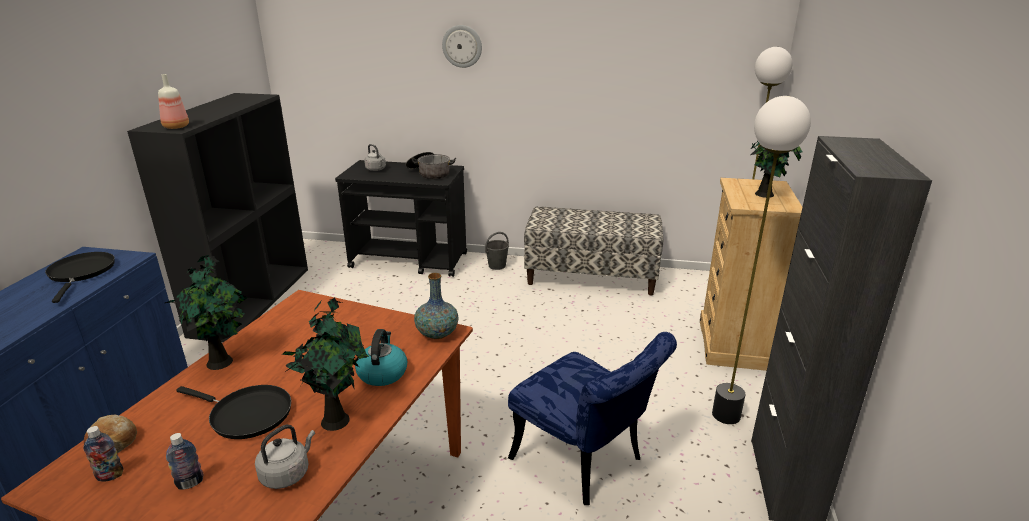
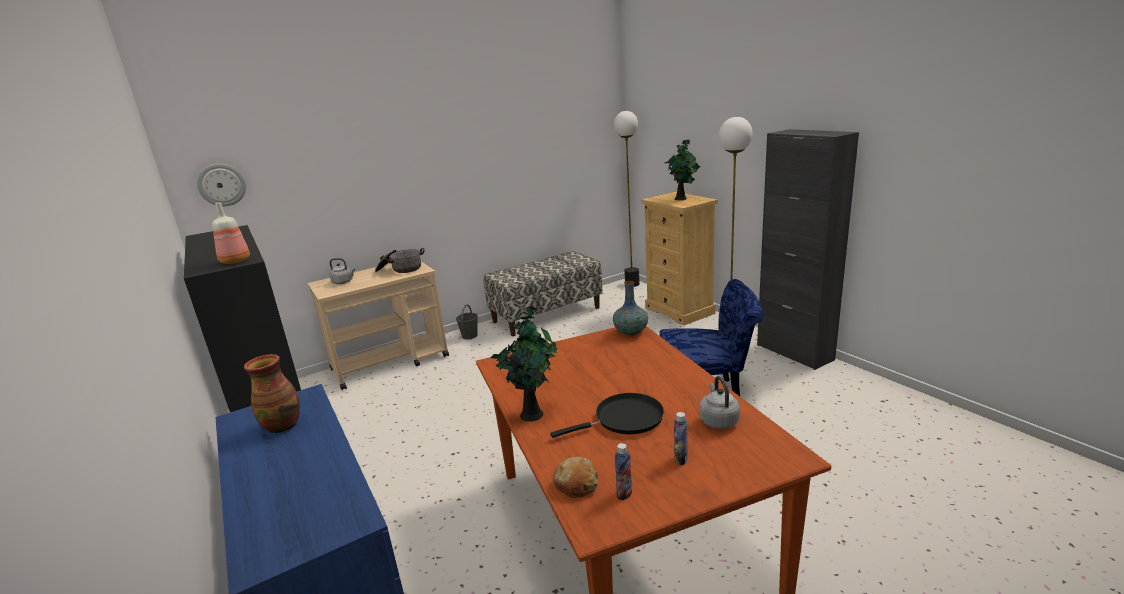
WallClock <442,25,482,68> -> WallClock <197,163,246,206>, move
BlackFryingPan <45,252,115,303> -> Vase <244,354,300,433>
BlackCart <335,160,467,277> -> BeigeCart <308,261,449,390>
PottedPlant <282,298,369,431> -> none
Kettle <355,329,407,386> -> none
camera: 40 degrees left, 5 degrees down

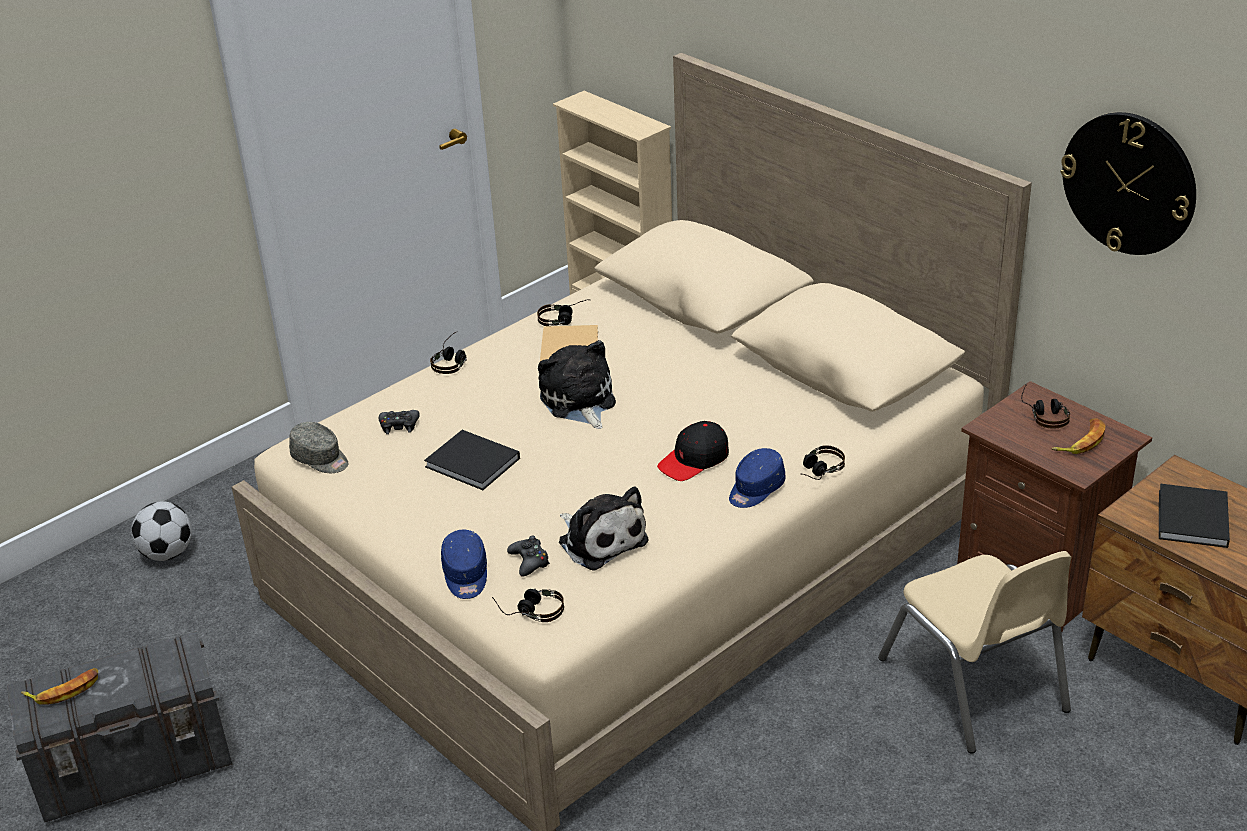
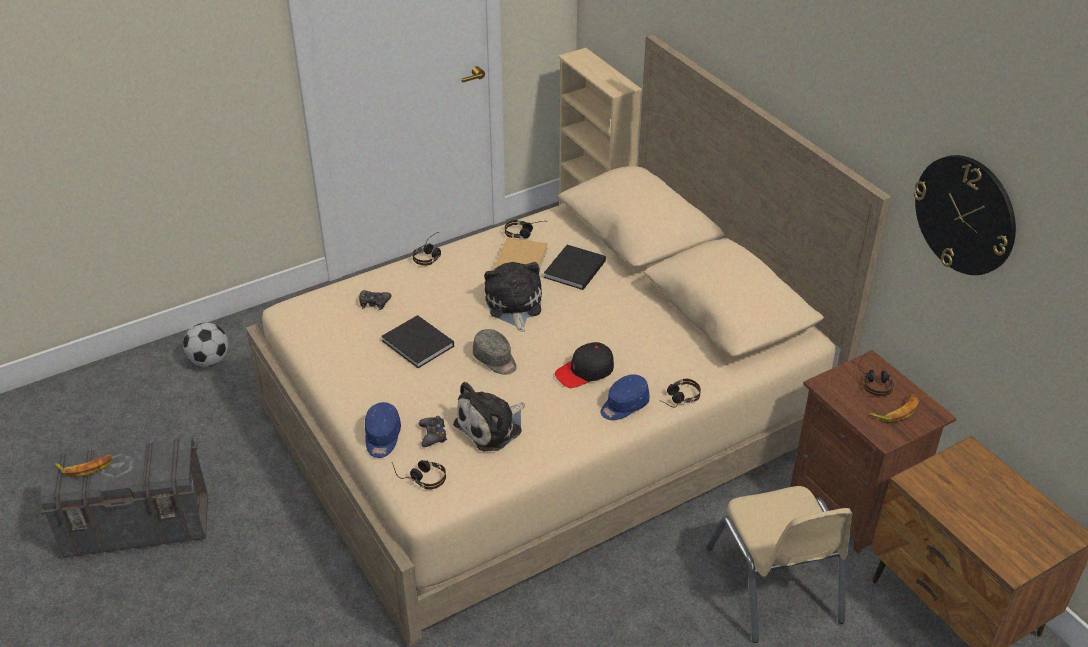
PlushToy <559,487,649,571> -> PlushToy <453,382,525,451>, 75 degrees clockwise
GreyCap <289,422,348,473> -> GreyCap <473,329,517,375>, move
BlackBook <1159,484,1230,548> -> BlackBook <544,245,606,290>, move
camera: 10 degrees right, 5 degrees up

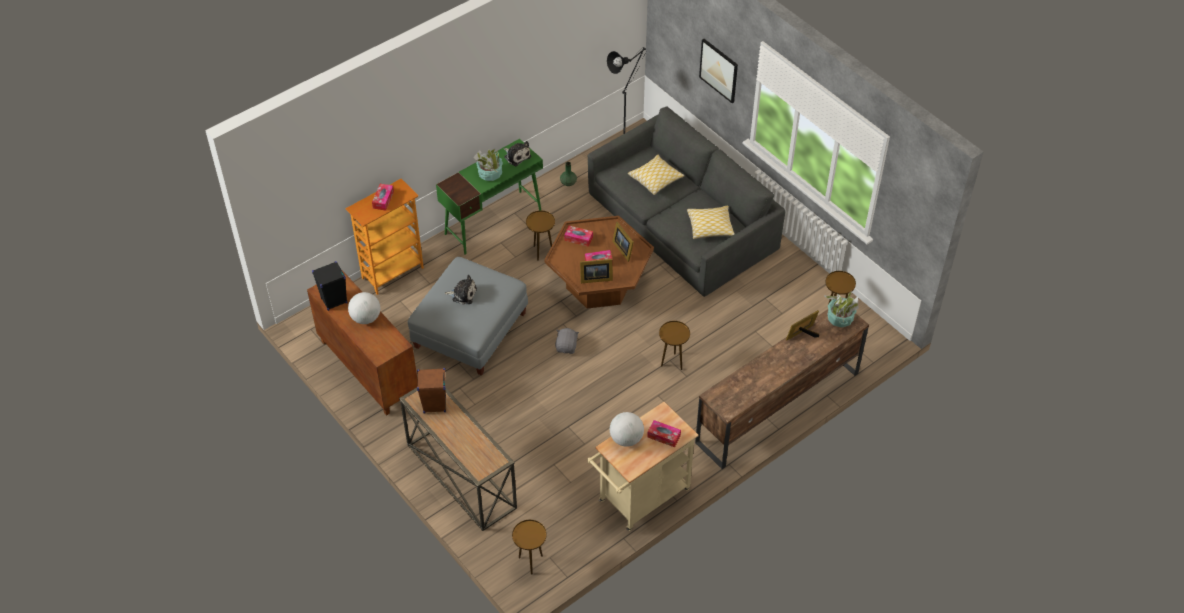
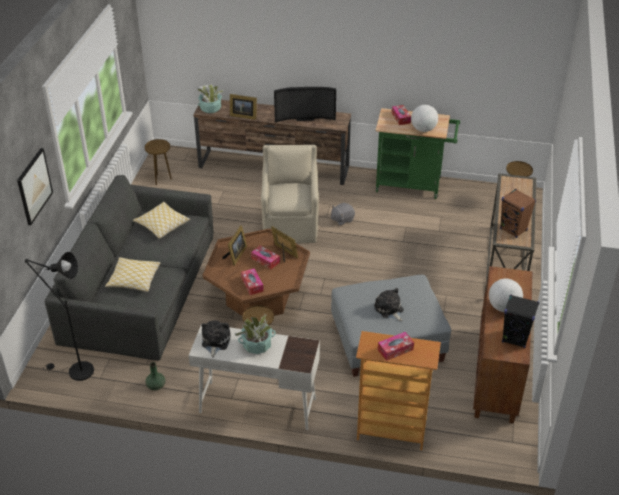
GreenDesk <436,139,543,254> -> WhiteDesk <189,326,320,430>
BrownSideTable <659,321,690,370> -> BeigeArmchair <261,145,319,243>
none -> Television <274,87,336,122>
GreyPlushToy <555,328,579,354> -> GreyPlushToy <331,203,355,226>, move
BeigeCart <587,402,699,531> -> GreenCart <376,108,460,199>
camera: 130 degrees left, 10 degrees down

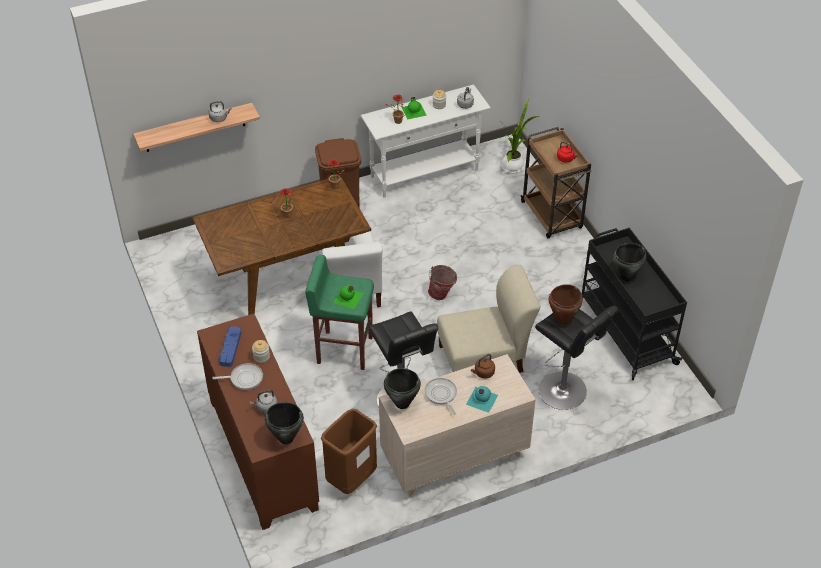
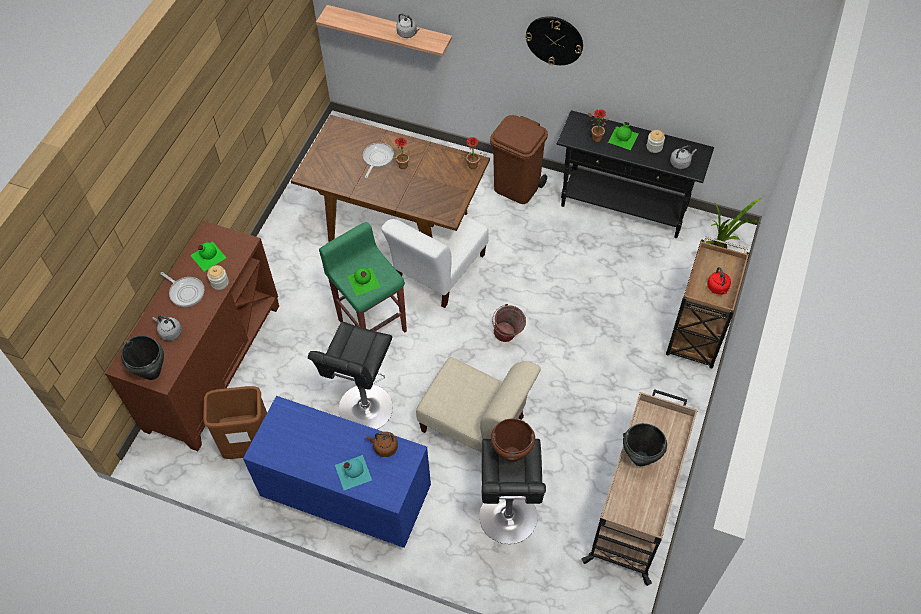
BlueTray <219,326,241,367> -> GreenBottle <190,242,226,271>
BeigeDresser <379,354,536,496> -> BlueDresser <243,396,431,548>
FryingPan <425,378,457,415> -> FryingPan <363,143,394,178>, move
none -> WallClock <526,16,583,65>
WhiteConsoleTable <361,84,491,198> -> BlackConsoleTable <557,110,714,238>
BlackCart <582,228,687,380> -> BeigeCart <581,389,698,586>
BlackCookingPot <384,368,421,409> -> none
camera: 45 degrees right, 10 degrees up

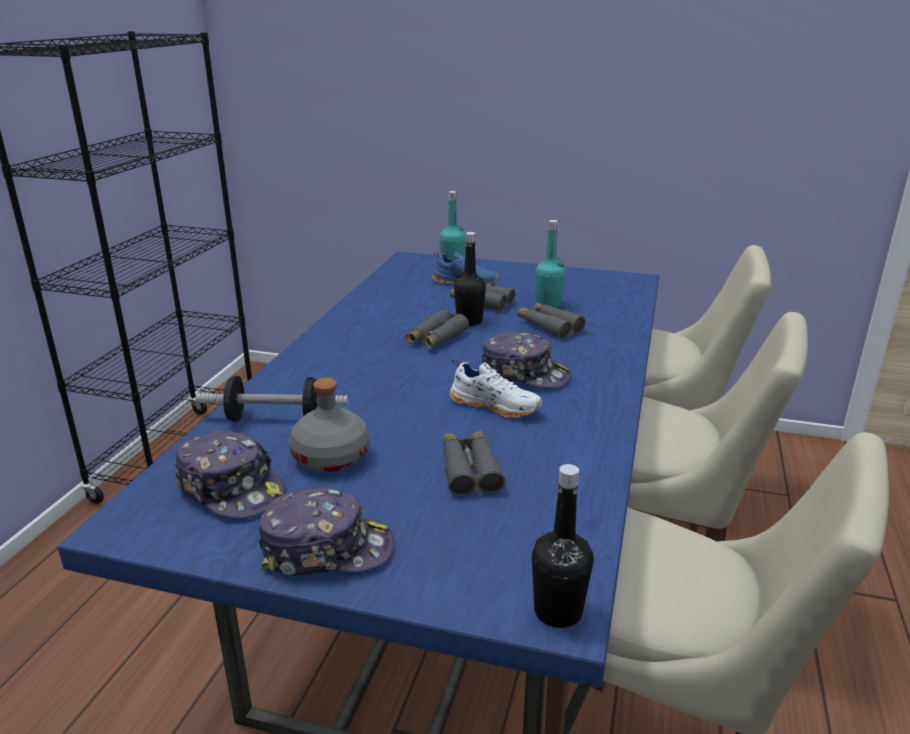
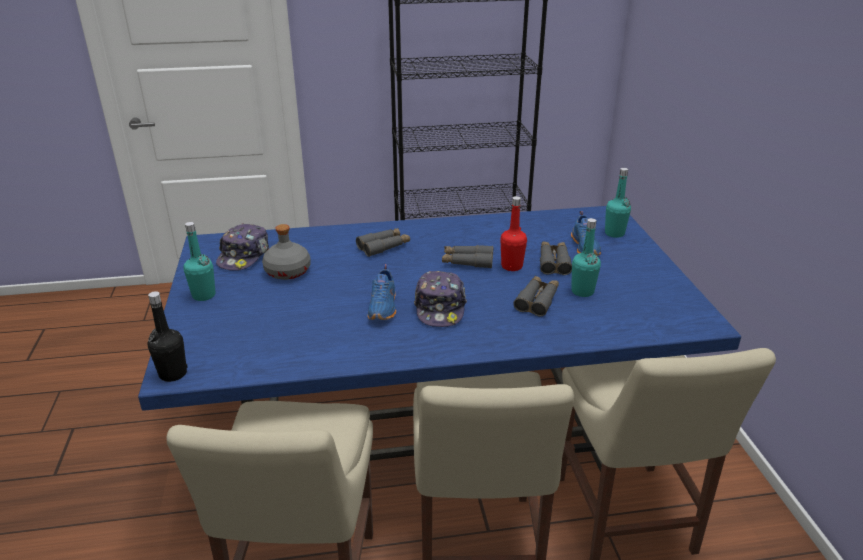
Cap <259,488,394,575> -> TurquoiseBottle <183,222,216,301>
GreyBinoculars <443,431,505,496> -> GreyBinoculars <356,228,410,257>, move
WhiteShoe <449,358,542,418> -> BlueShoe <368,264,396,320>
BlackBottle <454,232,486,326> -> RedBottle <500,196,527,271>
Dumbbell <196,376,348,422> -> none
camera: 65 degrees right, 5 degrees up

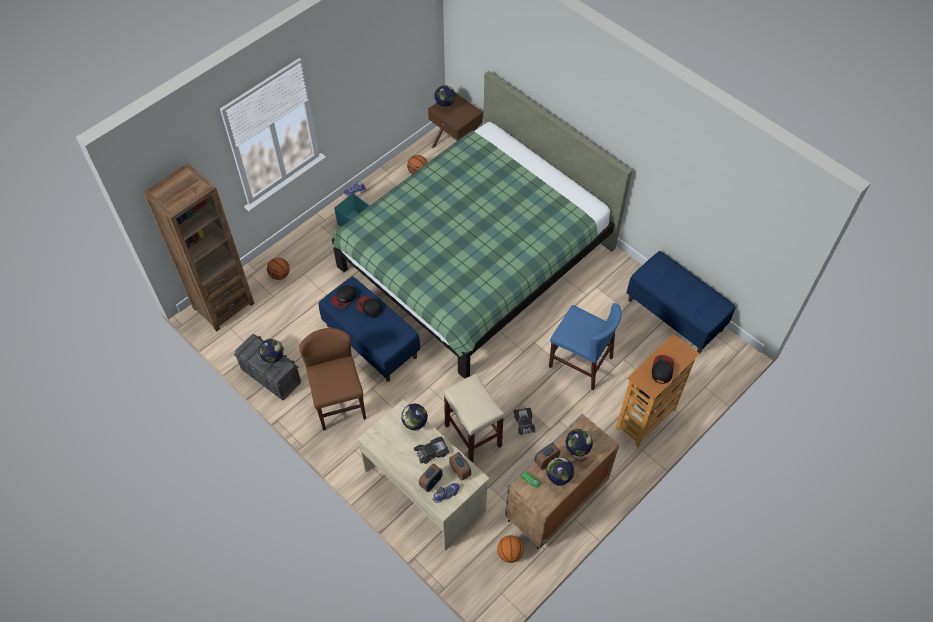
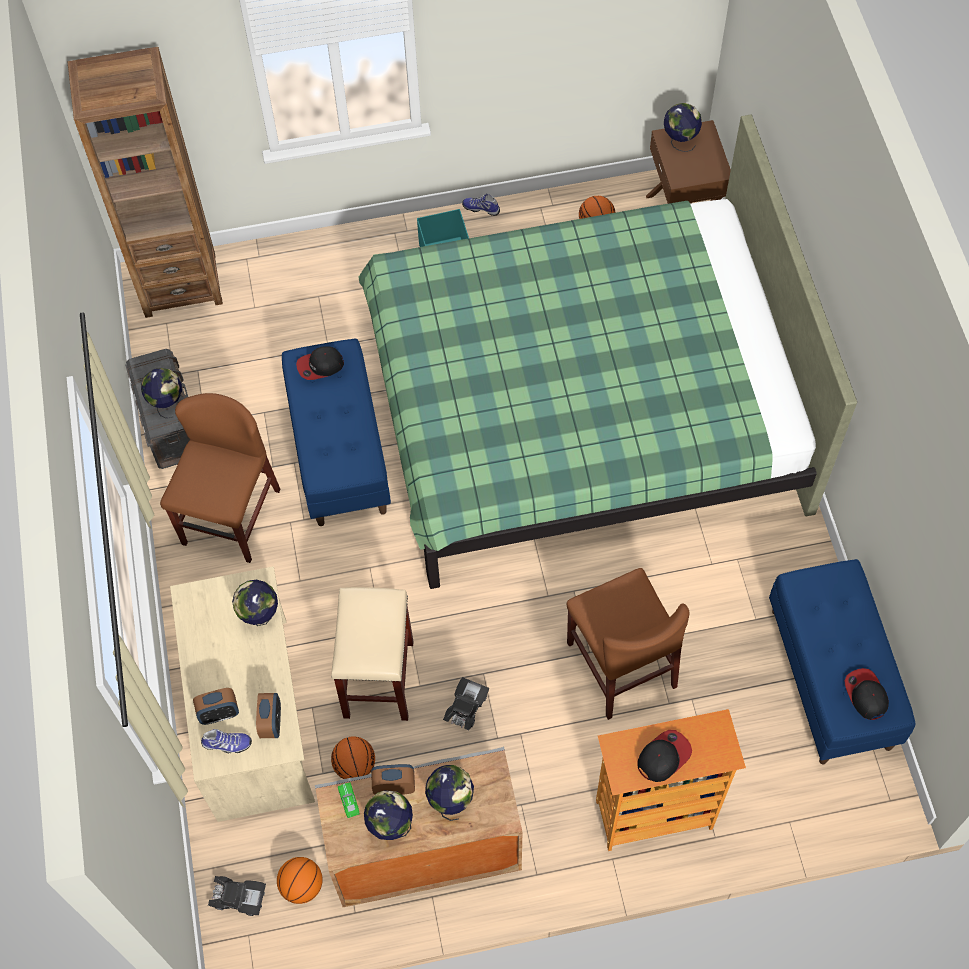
BlackToyCar <414,436,449,464> -> BlackToyCar <208,876,266,916>, move
Basketball <267,257,290,280> -> Basketball <331,737,375,779>, move
BlueChair <549,303,622,390> -> BrownChair <567,568,689,720>
Cap <356,296,383,318> -> Cap <845,668,889,720>, move
camera: 35 degrees right, 5 degrees up

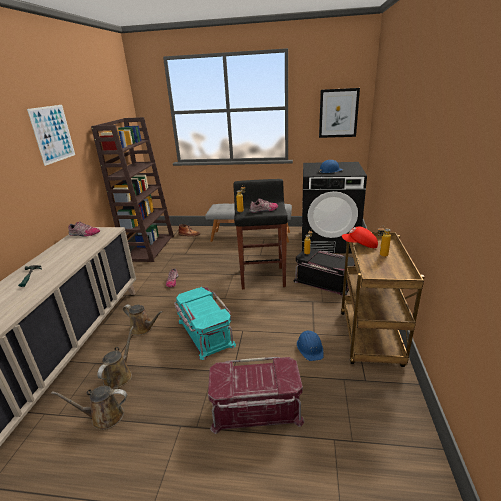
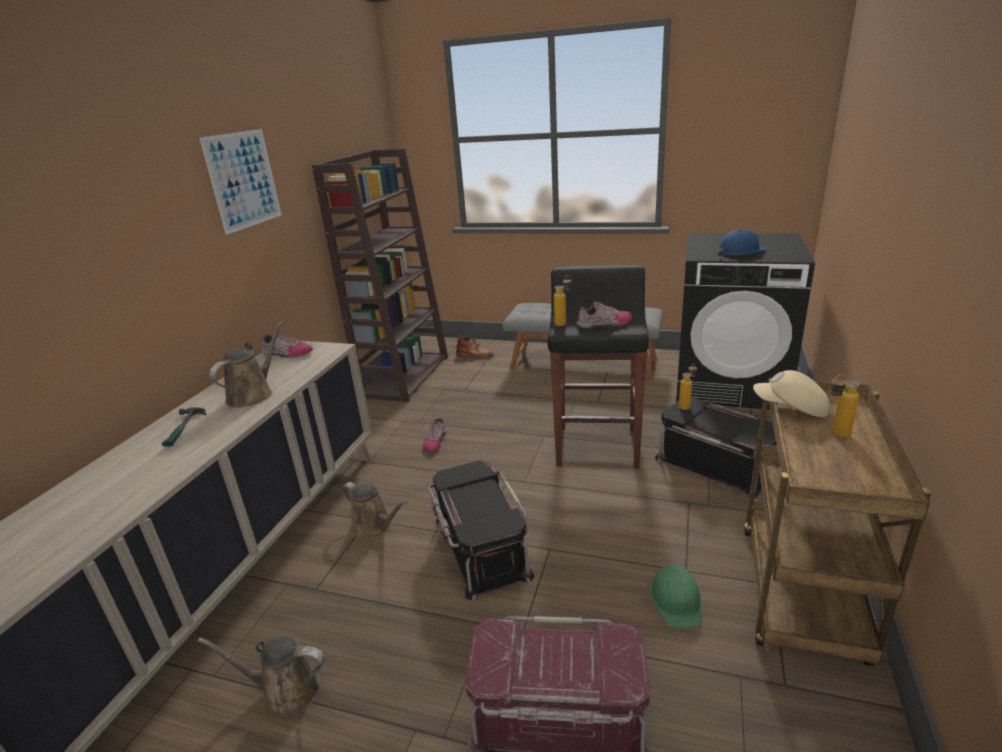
BrownWateringCan <97,326,134,389> -> BrownWateringCan <209,321,283,408>, move
TurquoiseStorageBox <174,287,236,360> -> BlackStorageBox <428,460,535,600>
BlueHardHat <297,330,324,361> -> GreenHardHat <650,565,702,628>
RedCap <342,227,378,248> -> BeigeCap <753,370,829,417>
Picture <319,88,360,138> -> none
camera: 10 degrees right, 0 degrees up

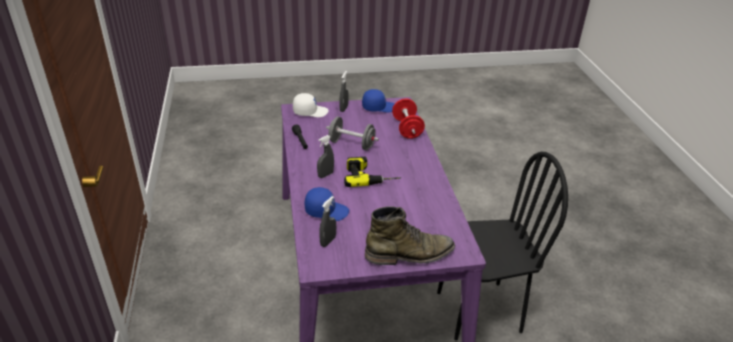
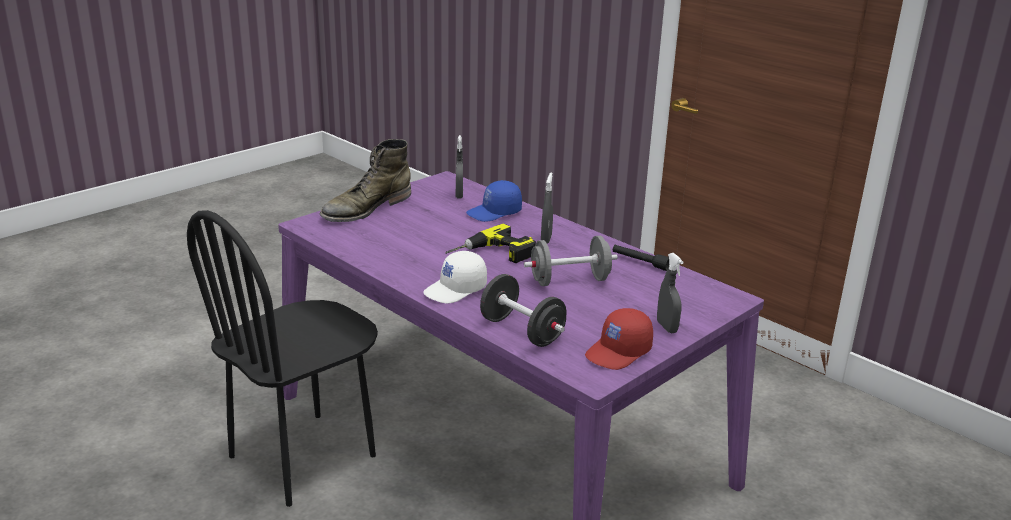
WhiteCap <293,93,329,117> -> WhiteCap <423,251,487,304>, move
RedDumbbell <392,99,425,139> -> BlackDumbbell <480,274,566,347>
BlueCap <362,89,395,113> -> RedCap <585,308,653,370>
camera: 145 degrees right, 10 degrees down

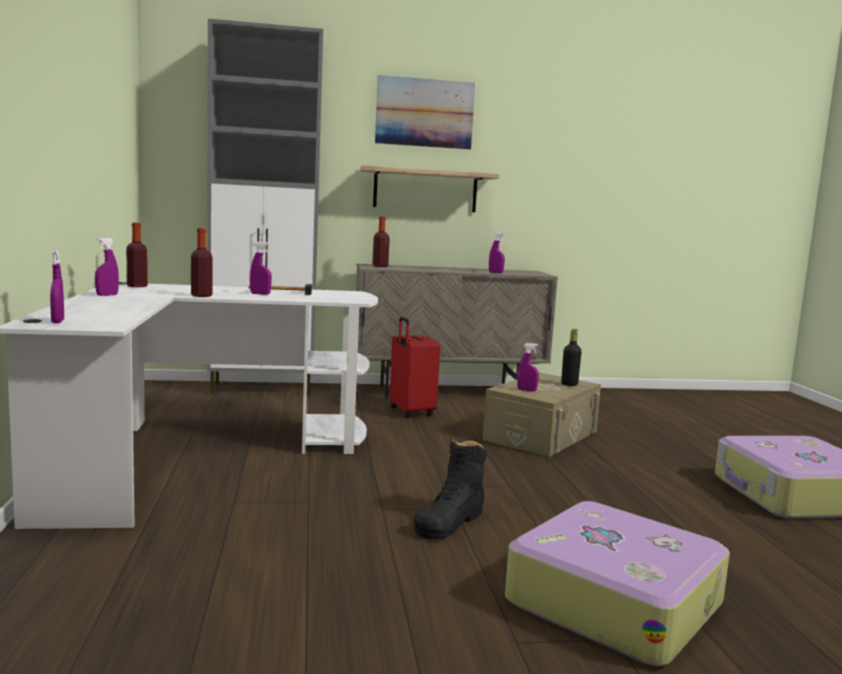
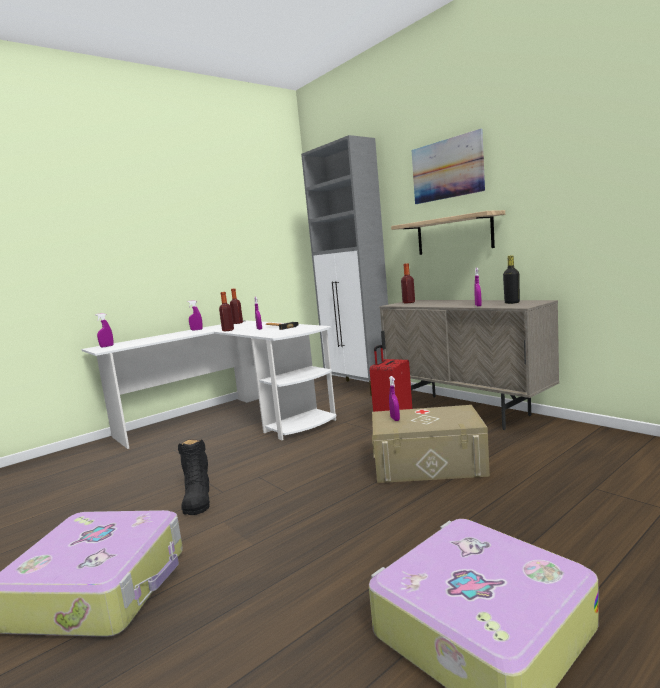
BlackBoot <413,439,487,539> -> BlackBoot <178,439,210,515>, 105 degrees counterclockwise
BlackBottle <561,329,582,386> -> BlackBottle <503,255,520,304>, move
camera: 60 degrees right, 0 degrees up

